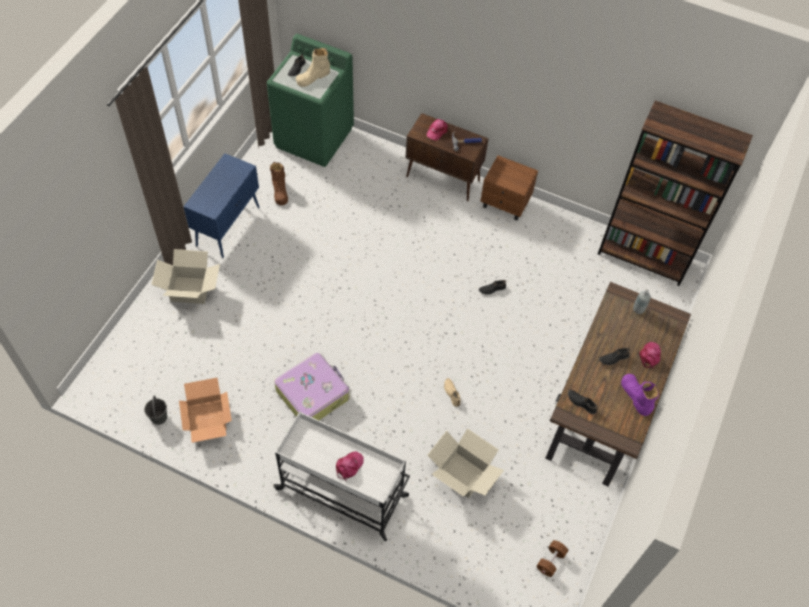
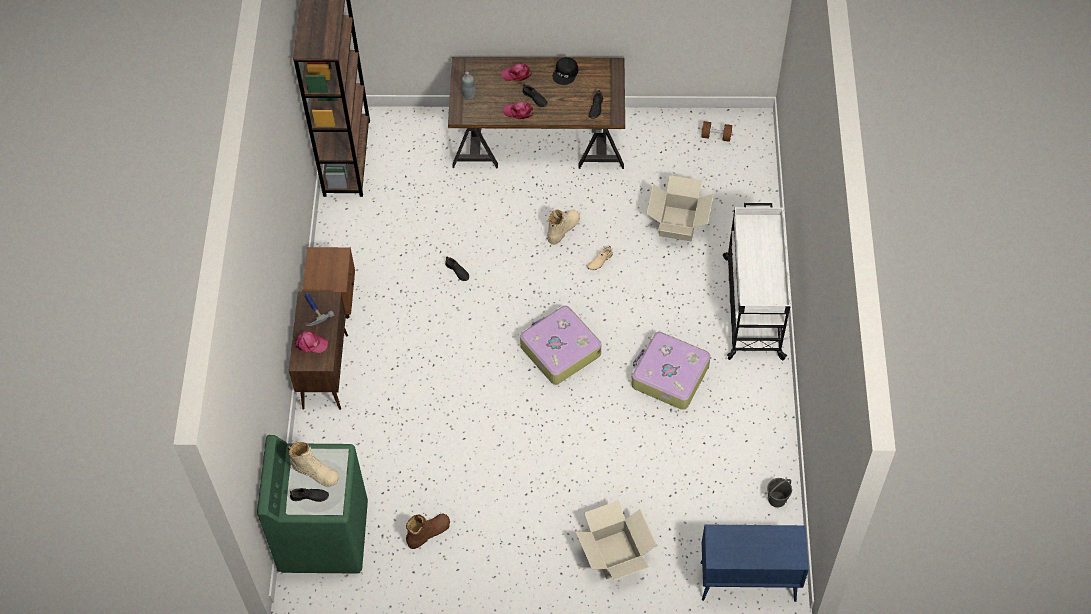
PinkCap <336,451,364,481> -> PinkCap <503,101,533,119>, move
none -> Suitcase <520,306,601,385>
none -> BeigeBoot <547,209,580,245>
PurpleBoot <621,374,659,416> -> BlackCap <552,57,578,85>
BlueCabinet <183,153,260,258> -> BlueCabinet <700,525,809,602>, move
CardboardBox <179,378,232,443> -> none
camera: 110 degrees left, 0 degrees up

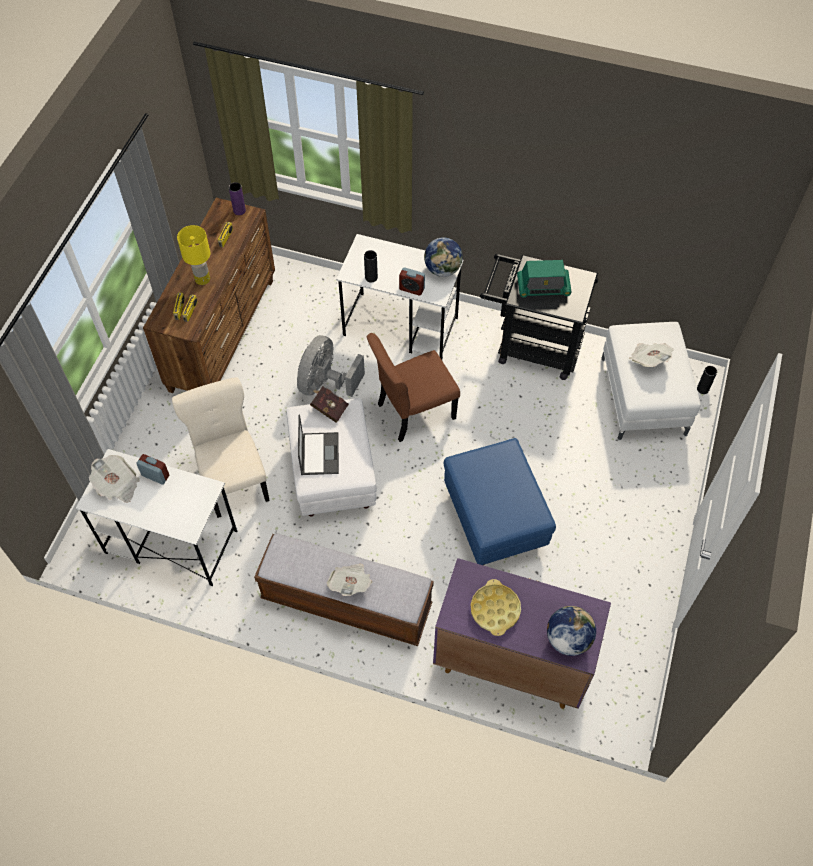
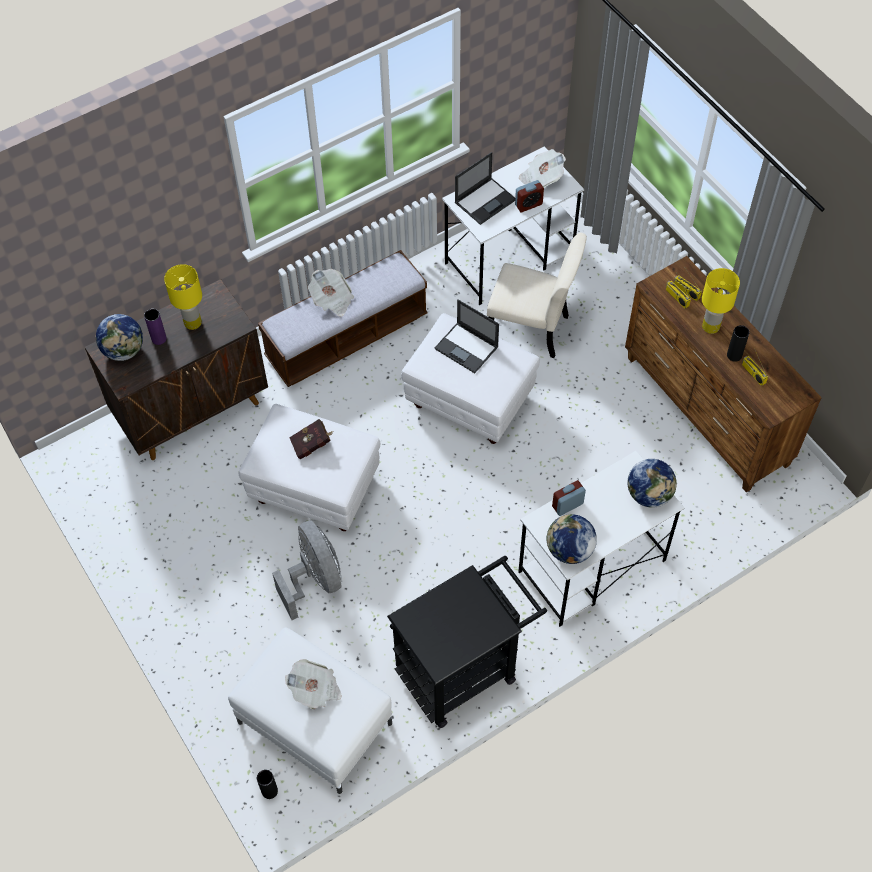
PurpleCabinet <433,558,611,709> -> BrownCabinet <85,279,268,460>
PurpleVase <229,182,246,215> -> PurpleVase <144,309,167,345>, move
YellowTray <471,579,521,636> -> YellowTableLamp <164,264,202,330>
BlueOttoman <444,438,556,565> -> WhiteOttoman <239,404,380,531>
GreyFan <297,335,365,397> -> GreyFan <272,521,341,620>, move
RedBook <310,386,349,423> -> RedBook <289,419,334,459>, move
none -> Laptop <455,152,515,225>
none -> Globe <627,459,677,508>
BlackVase <364,250,378,283> -> BlackVase <727,325,749,362>, move
BrownChair <367,333,460,442> -> none
Radio <517,260,572,298> -> none
camera: 130 degrees right, 0 degrees up

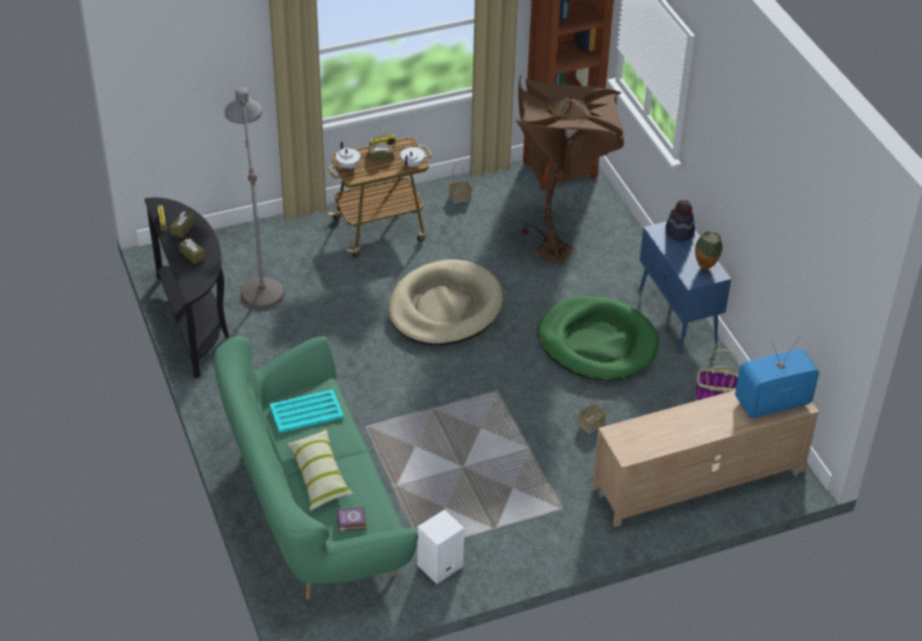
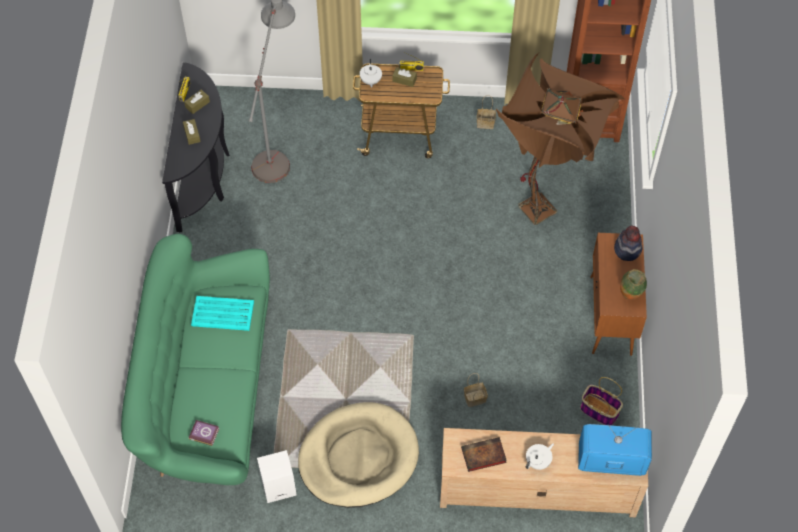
BeigeDogBed <388,260,503,346> -> BeigeDogBed <298,402,419,508>, move
none -> Book <461,437,507,472>
WhiteTeapot <401,144,425,168> -> WhiteTeapot <526,443,554,470>, move
BlueCabinet <639,221,731,353> -> BrownCabinet <590,233,647,356>
Pillow <287,428,353,510> -> none
GreenDogBed <537,296,659,380> -> none
camera: 25 degrees right, 15 degrees up

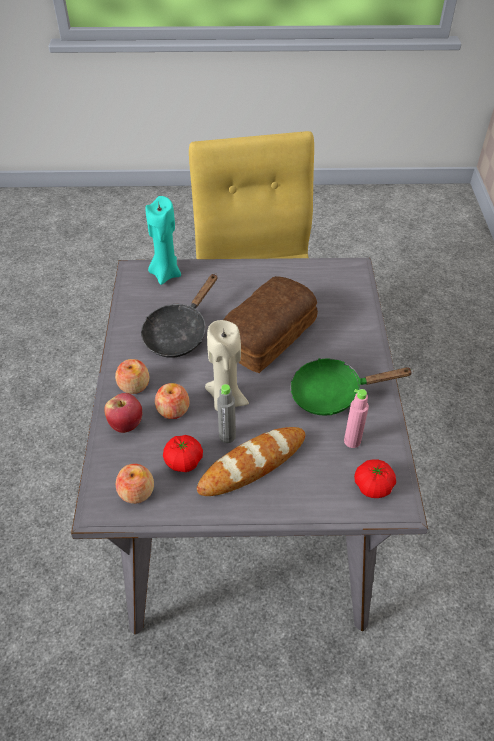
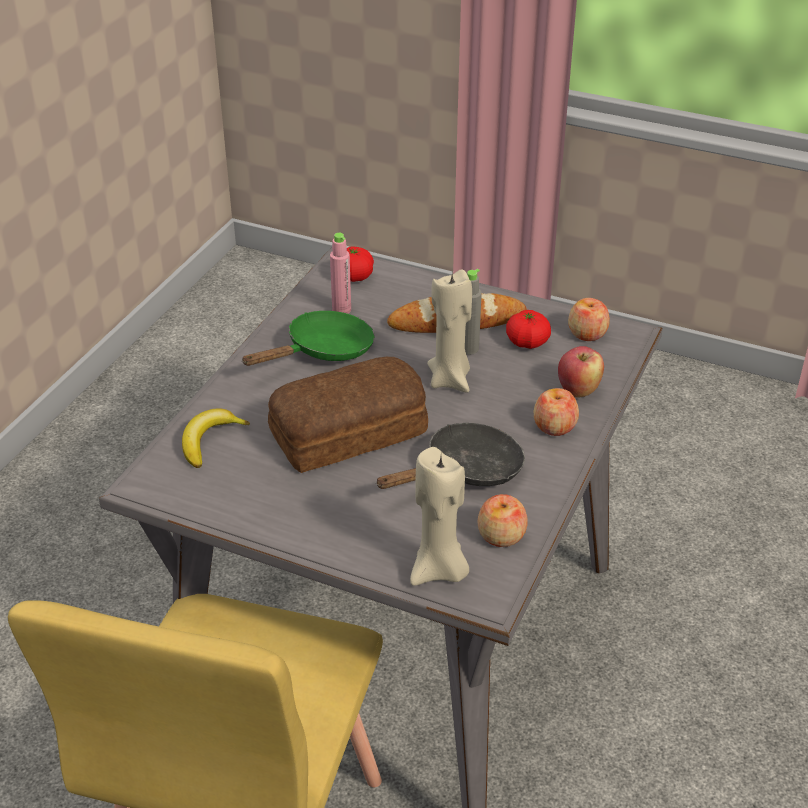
none -> Banana <182,408,250,468>
GreenFryingPan <290,358,413,416> -> GreenFryingPan <241,311,375,366>, 60 degrees counterclockwise
TurquoiseCandle <145,196,181,285> -> BeigeCandle <410,447,469,586>
Apple <155,383,190,419> -> Apple <478,494,528,547>, move
camera: 155 degrees left, 10 degrees down

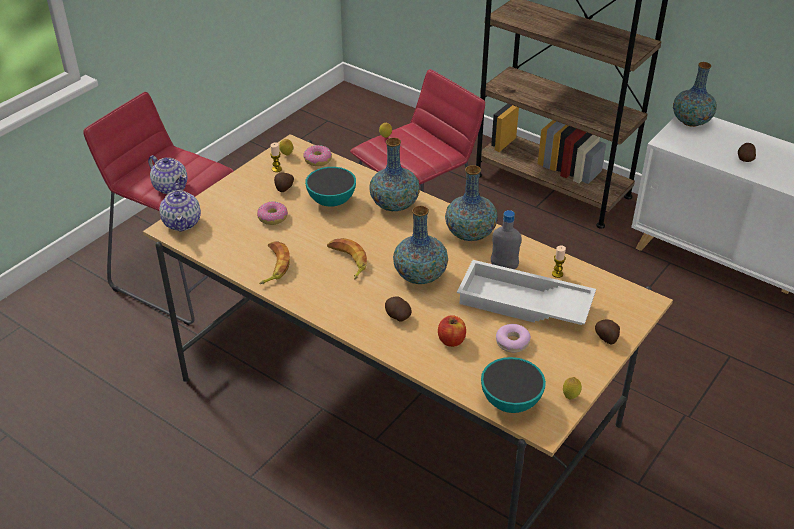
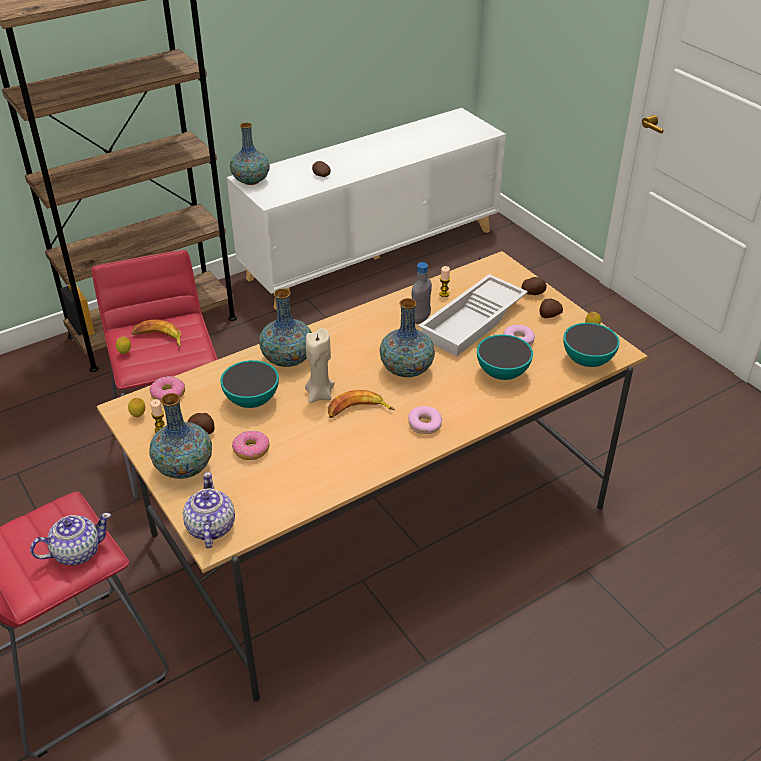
Banana <259,241,290,284> -> Banana <131,320,181,347>, move
Vase <445,165,498,241> -> Vase <150,393,212,479>, move
Teapot <159,183,201,232> -> Teapot <183,472,235,549>, 105 degrees counterclockwise
none -> BeigeCandle <305,328,335,403>
none -> Donut <408,406,442,434>
Apple <438,315,466,347> -> Bowl <477,334,533,380>
Potato <385,297,412,321> -> Potato <540,298,563,318>, move
camera: 70 degrees left, 0 degrees up

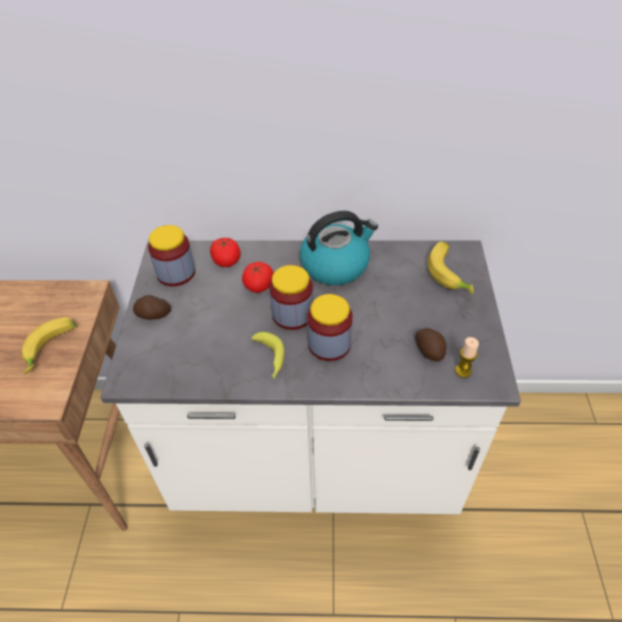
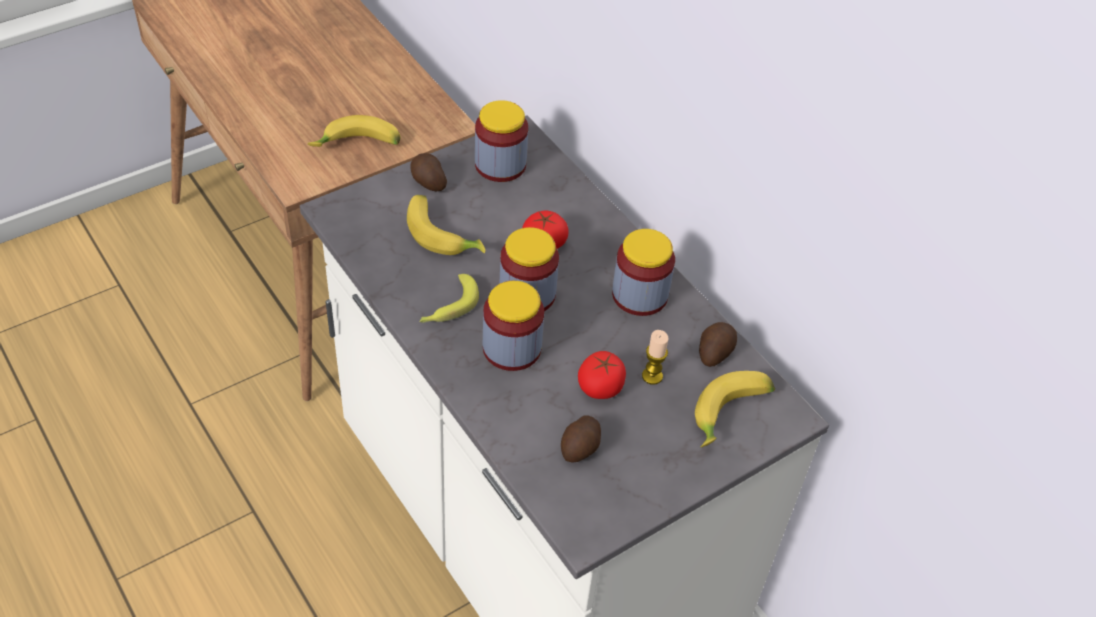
none -> Banana <407,195,485,255>
Tomato <210,238,241,267> -> Tomato <578,351,626,399>, move
Kettle <300,211,378,285> -> Jar <612,229,675,316>
Candle <455,337,479,378> -> Candle <642,330,669,385>, move
none -> Potato <699,322,737,367>
camera: 50 degrees right, 0 degrees up

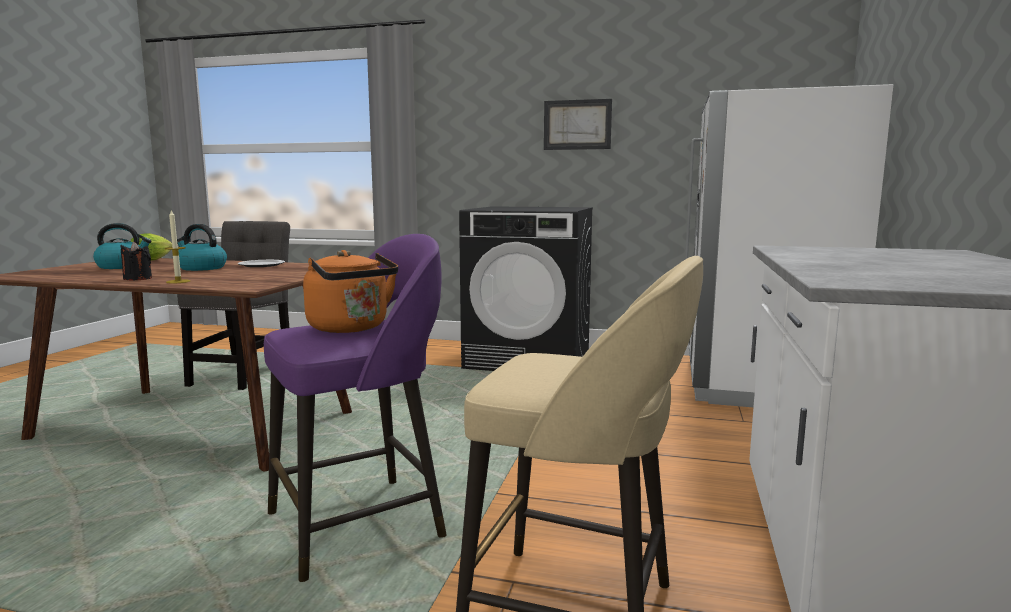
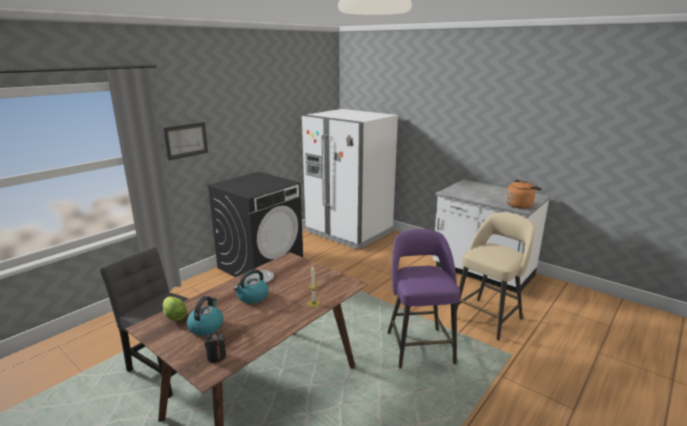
Picture <544,99,612,150> -> Picture <163,122,208,161>, move
BlackCandle <121,242,152,280> -> BlackCandle <205,332,226,363>, move
OrangeKettle <303,250,398,333> -> OrangeKettle <506,180,542,209>, move
camera: 65 degrees left, 10 degrees up

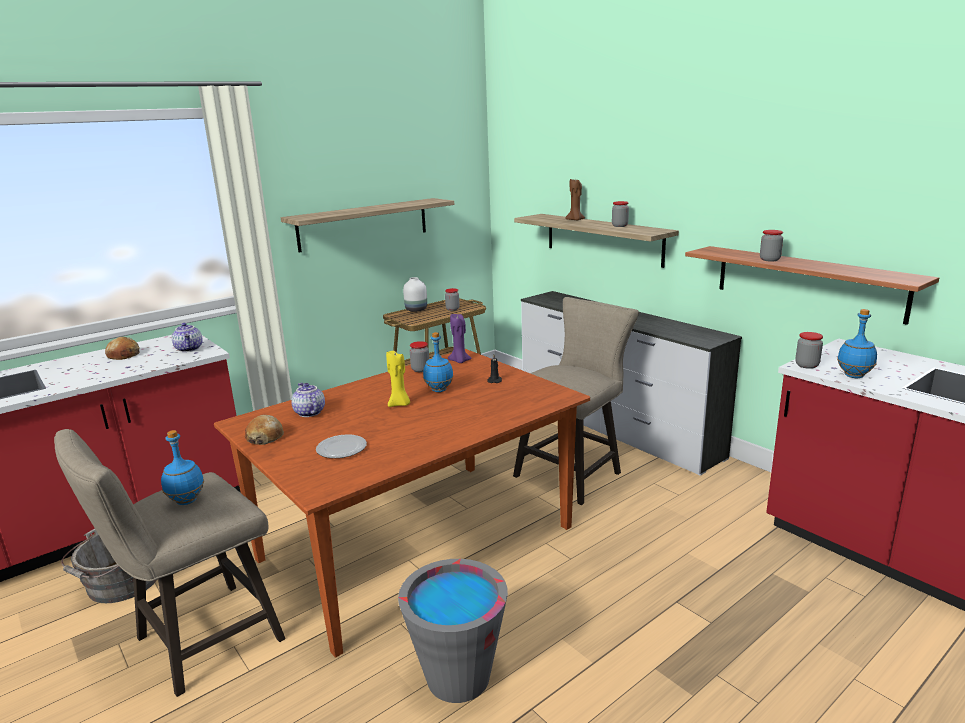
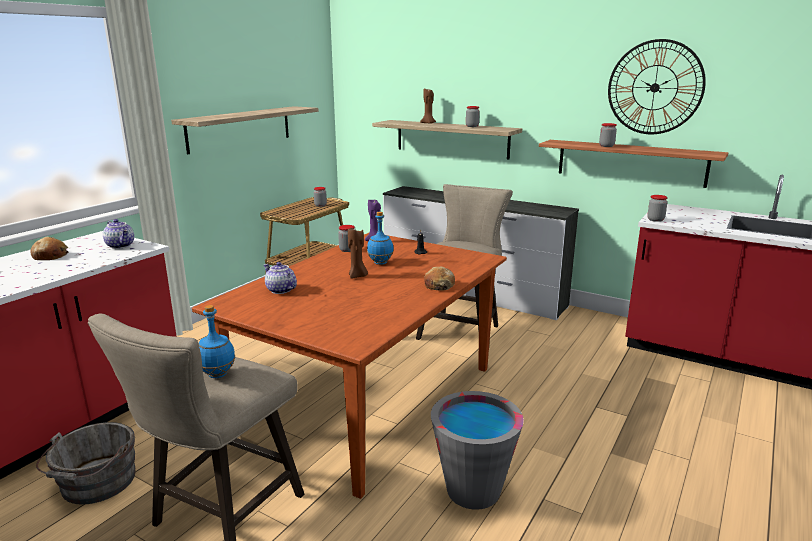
YellowCandle <386,351,410,407> -> BrownCandle <348,226,368,279>
Bread <245,415,284,445> -> Bread <424,267,455,291>, move
none -> WallClock <608,39,706,134>
Plate <316,434,367,458> -> none
WhiteVase <403,277,427,312> -> none
BlueBottle <837,309,877,378> -> none
camera: 20 degrees left, 0 degrees up

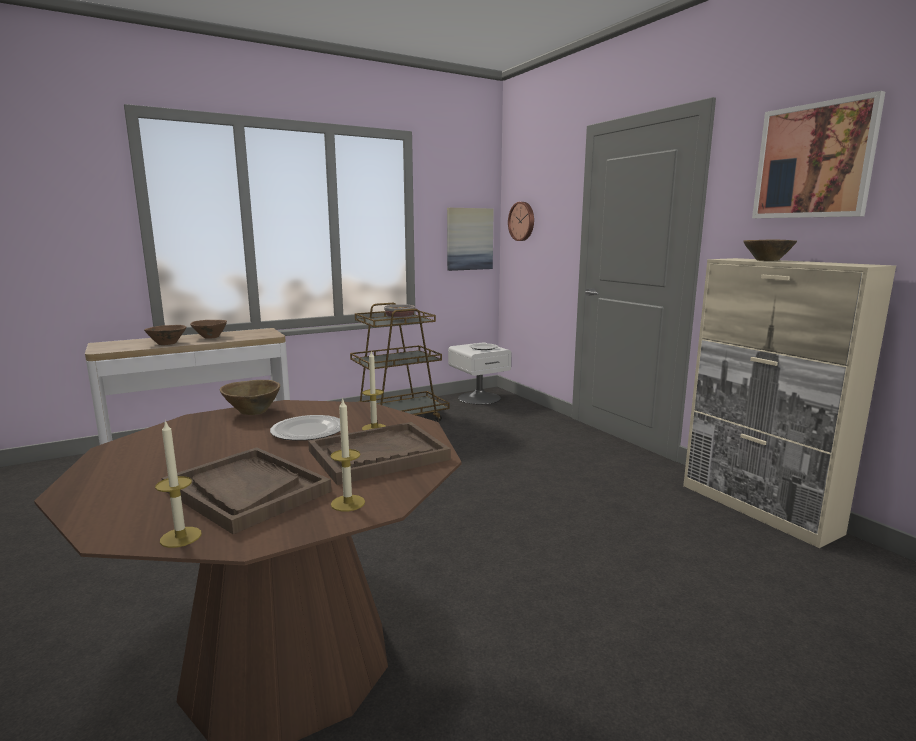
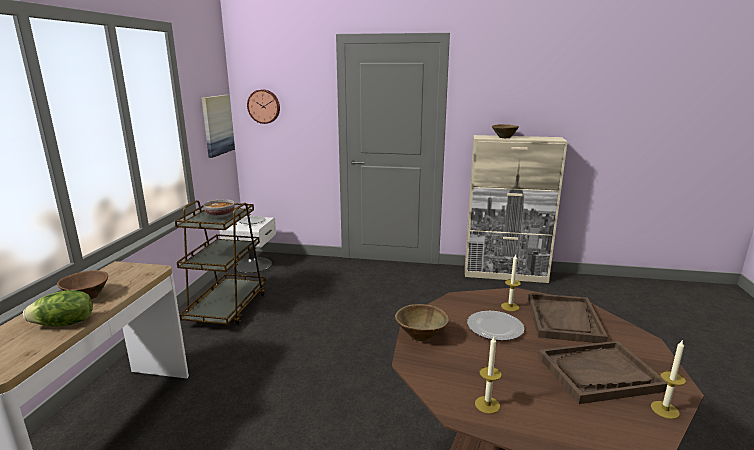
BrownBowl <144,325,186,345> -> Lettuce <23,290,93,326>
Candle <330,398,365,511> -> Candle <475,336,501,414>, move
Picture <752,91,885,218> -> none
camera: 50 degrees left, 5 degrees up

